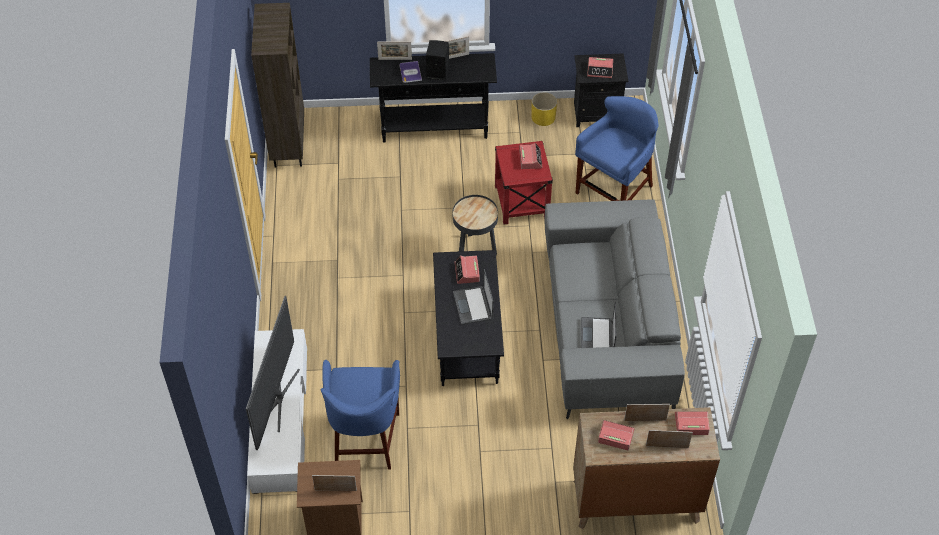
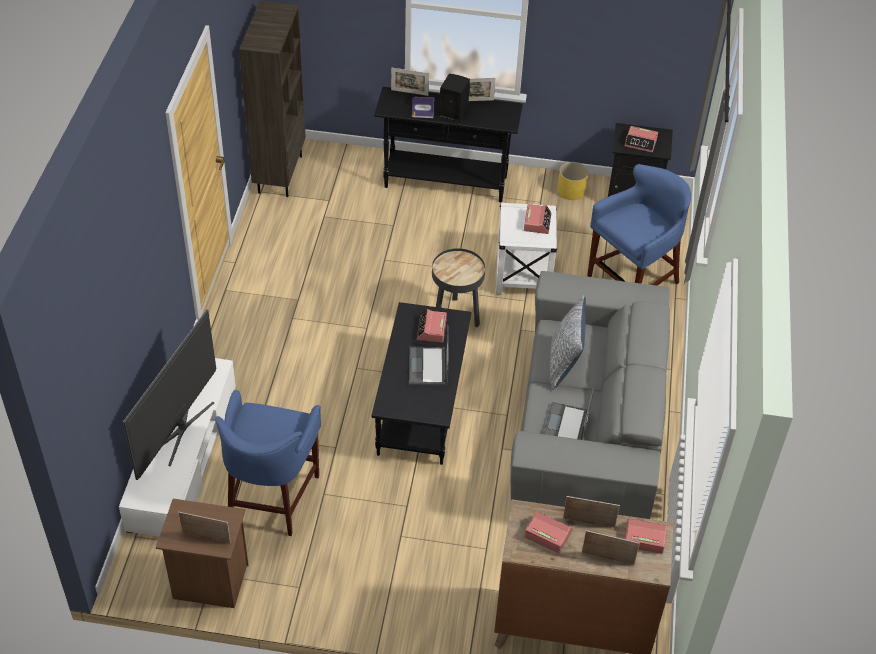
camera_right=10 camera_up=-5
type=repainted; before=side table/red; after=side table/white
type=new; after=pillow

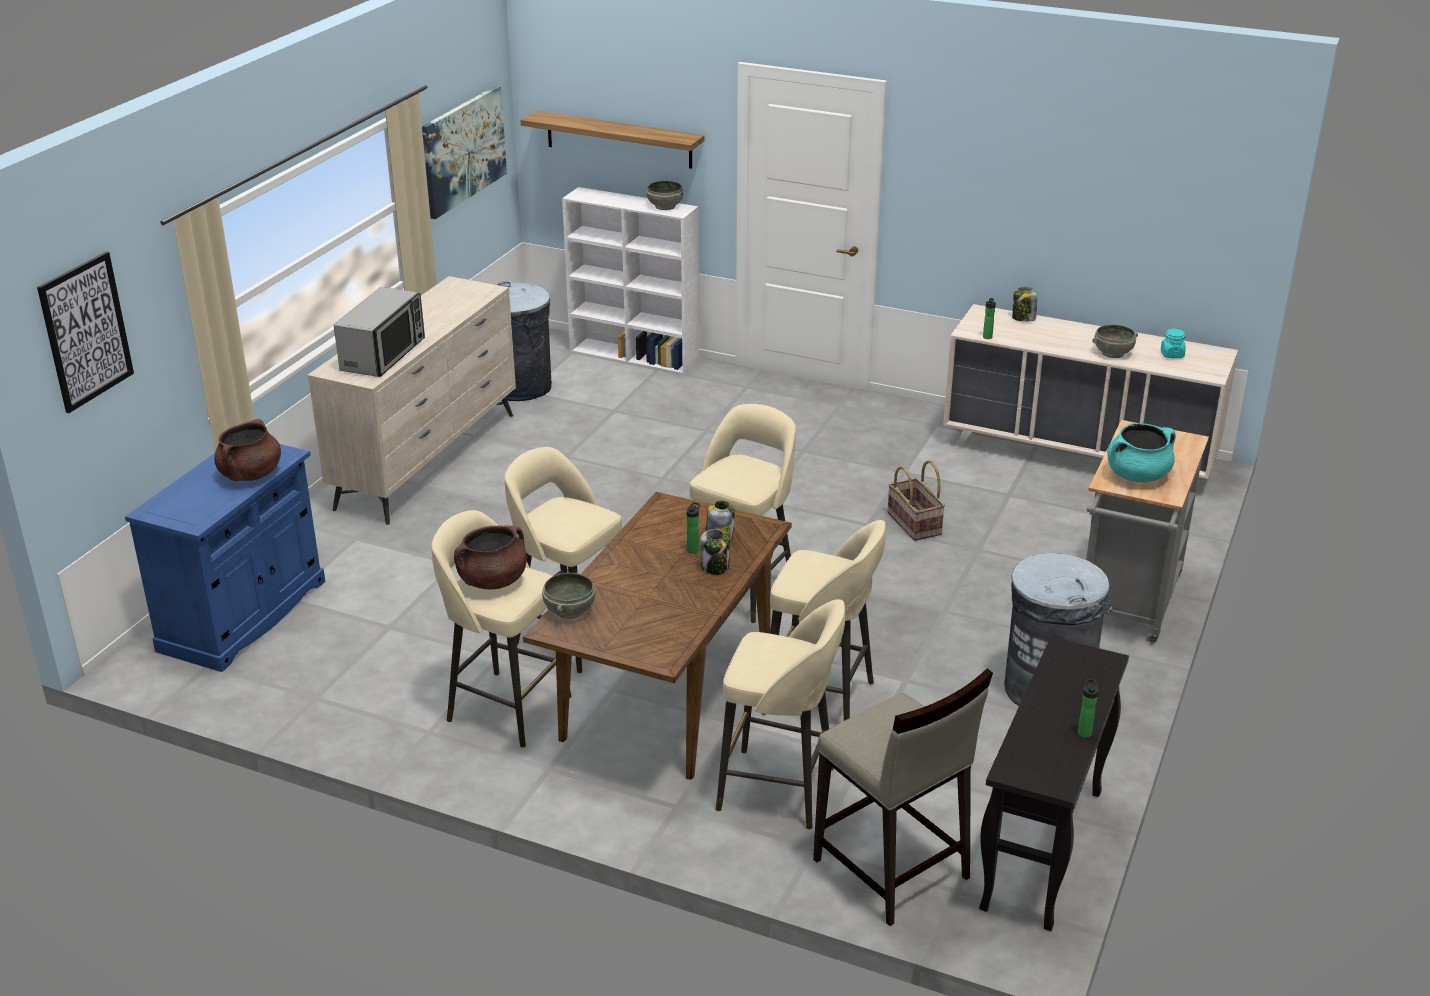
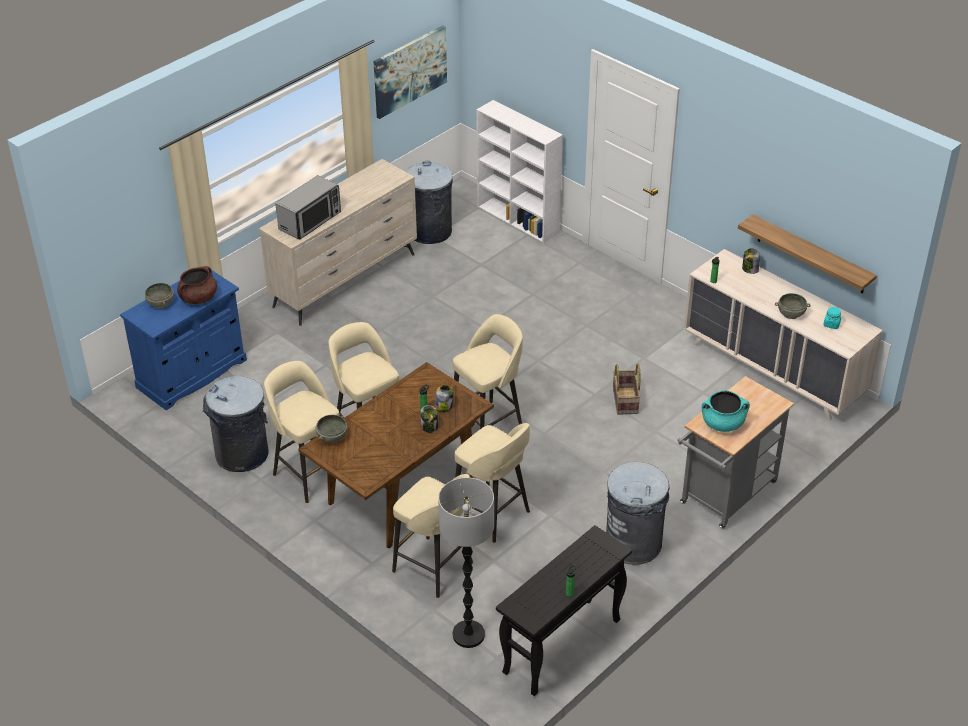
camera_right=20 camera_up=10
type=shifted; before=shelf
type=shifted; before=bowl/grey (no. 2 from left in the first image); after=bowl/grey (no. 1 from left)
type=gone; before=picture (no. 1 from left)
type=gone; before=cooking pot/brown (no. 2 from left)
type=swapped; before=stool/beige (no. 6 from left); after=floor lamp
type=new; after=trash can/grey (no. 1 from left)

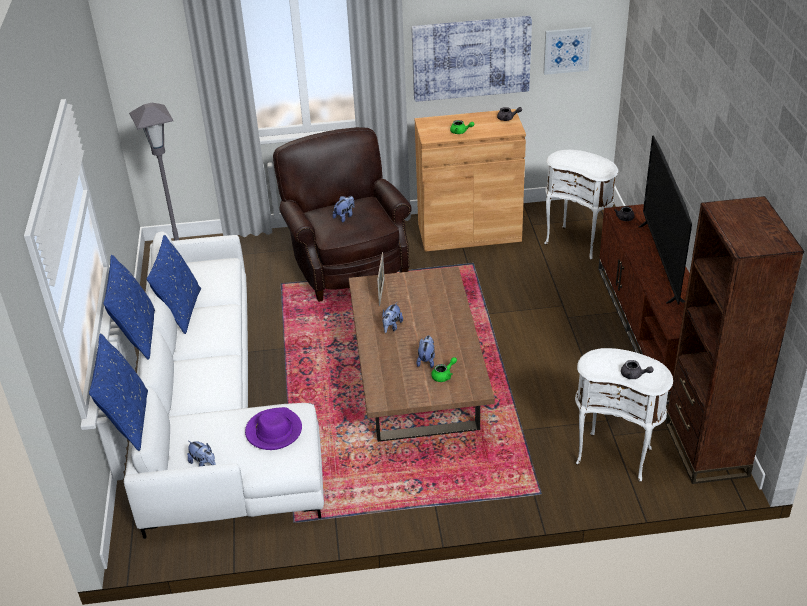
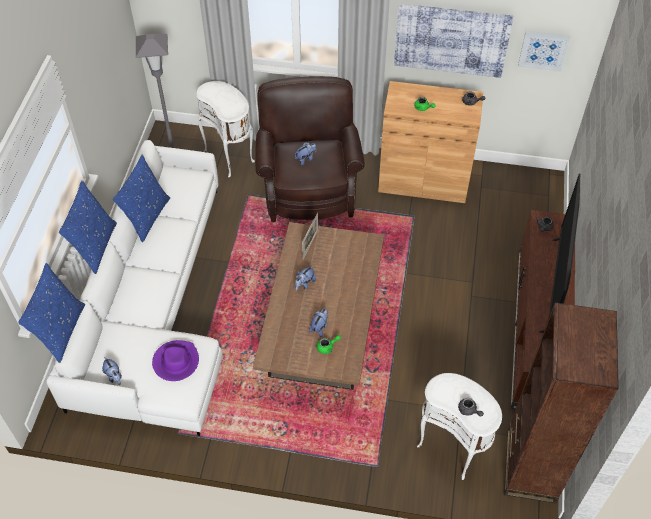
camera_right=15 camera_up=15
type=shifted; before=side table/white (no. 1 from left)

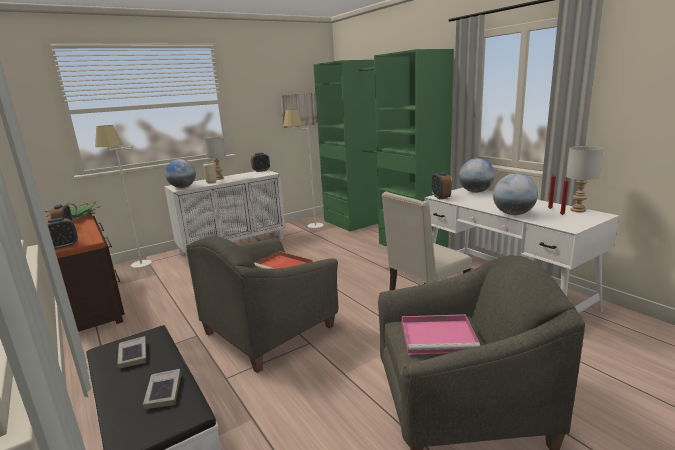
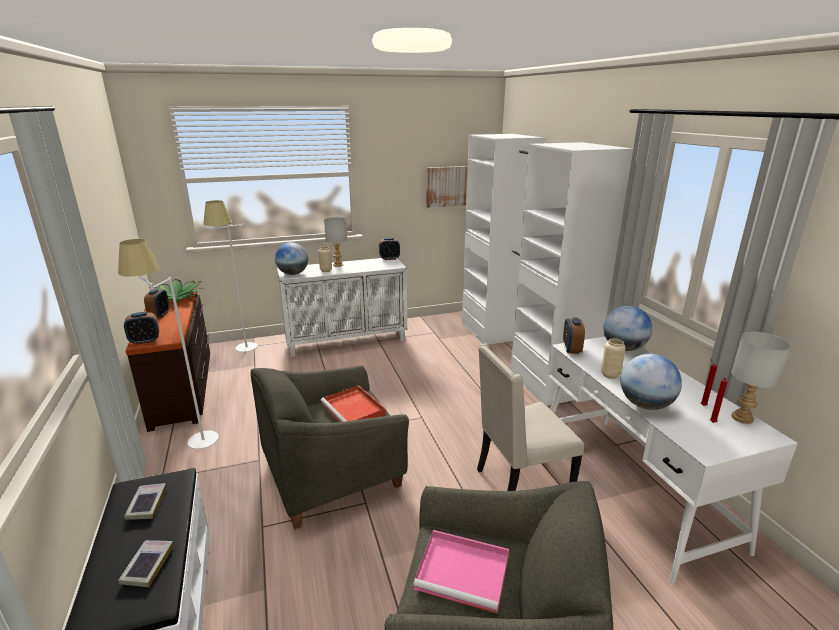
camera_right=15 camera_up=5
type=repainted; before=wardrobe/green; after=wardrobe/white
type=shifted; before=floor lamp/white (no. 2 from left in the first image); after=floor lamp/white (no. 1 from left)
type=new; after=vase/beige (no. 2 from left)

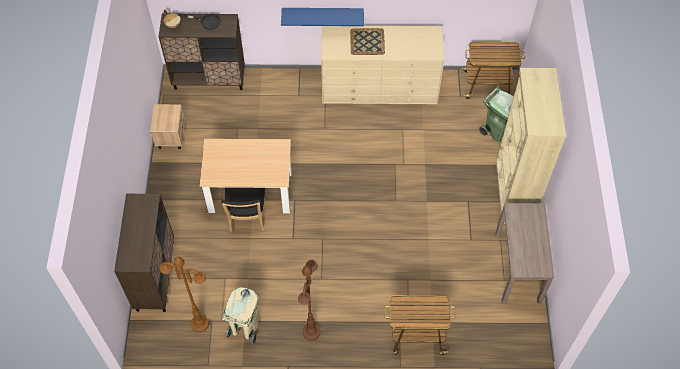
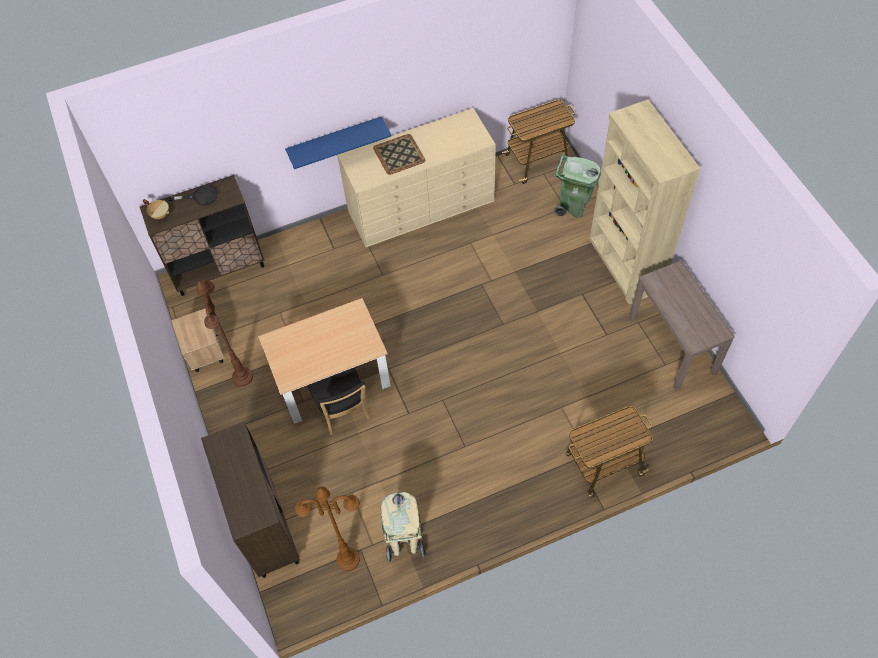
camera_right=-20 camera_up=0
type=shifted; before=floor lamp/brown (no. 2 from left in the first image); after=floor lamp/brown (no. 1 from left)

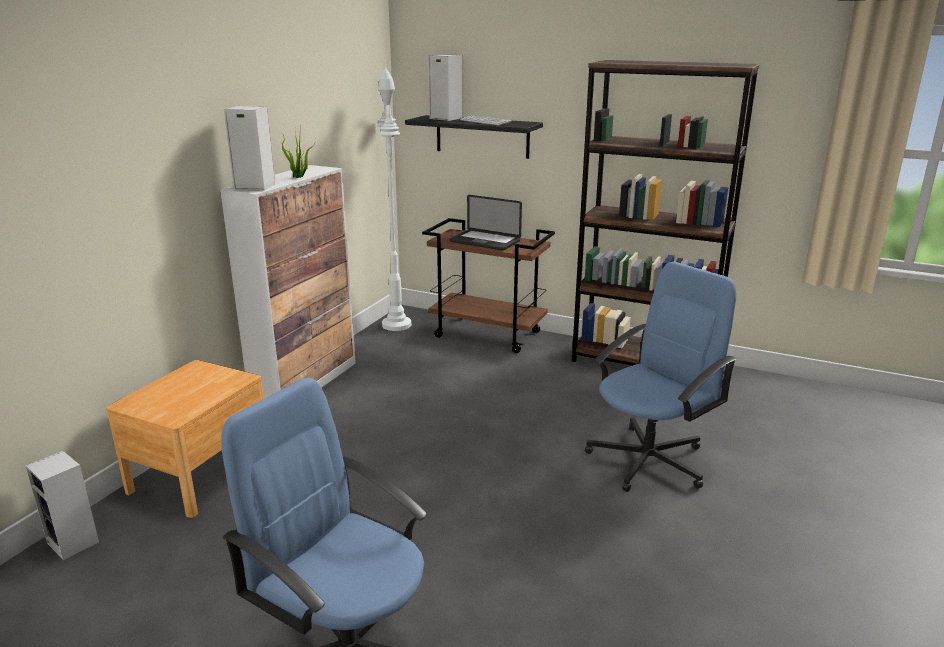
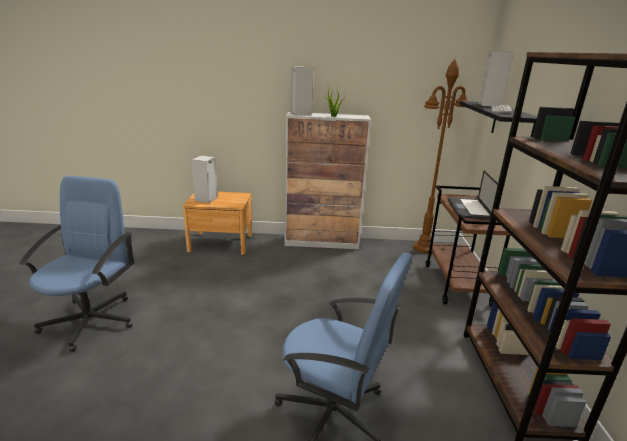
camera_right=65 camera_up=0
type=repainted; before=floor lamp/white; after=floor lamp/brown
type=shifted; before=speaker (no. 1 from left)

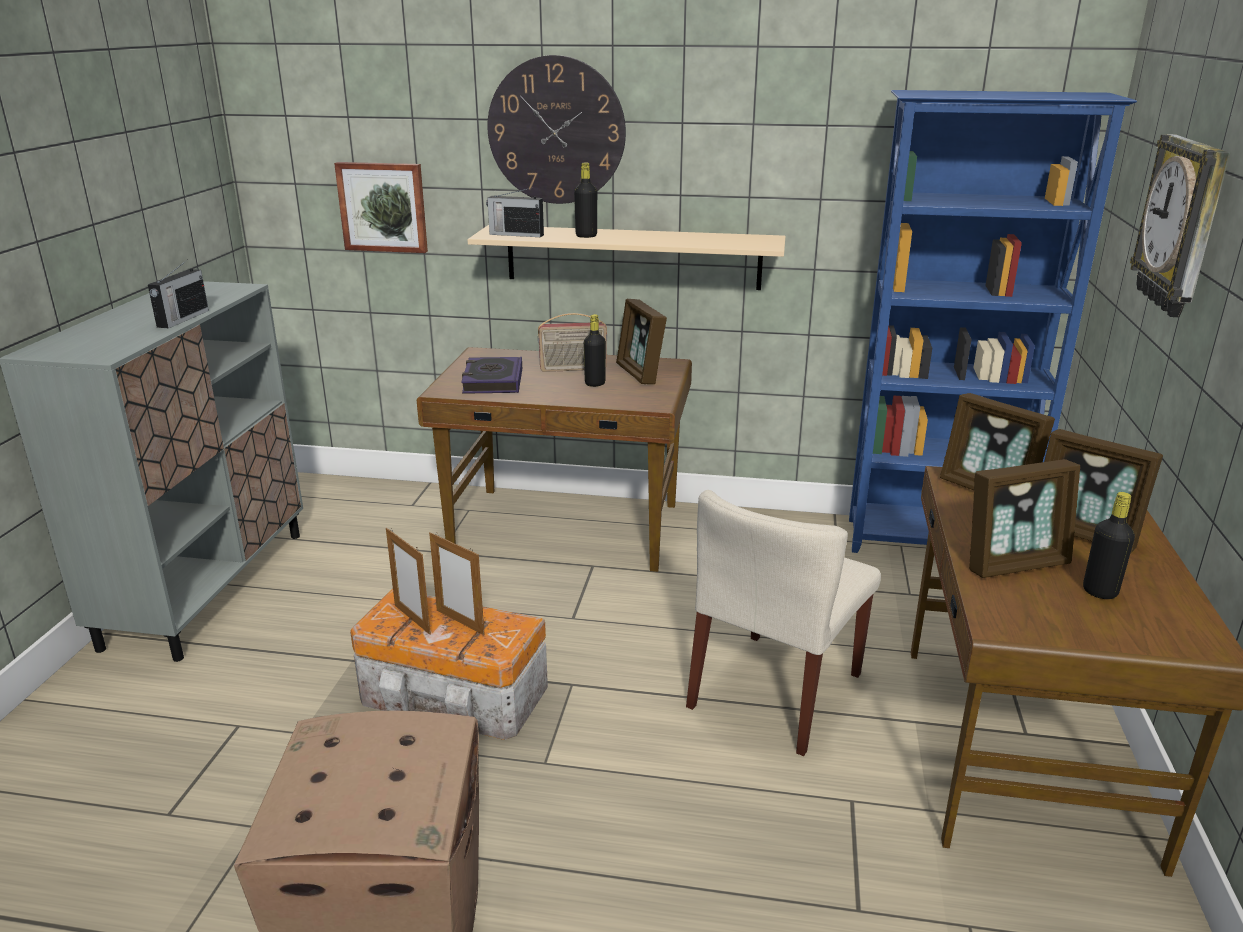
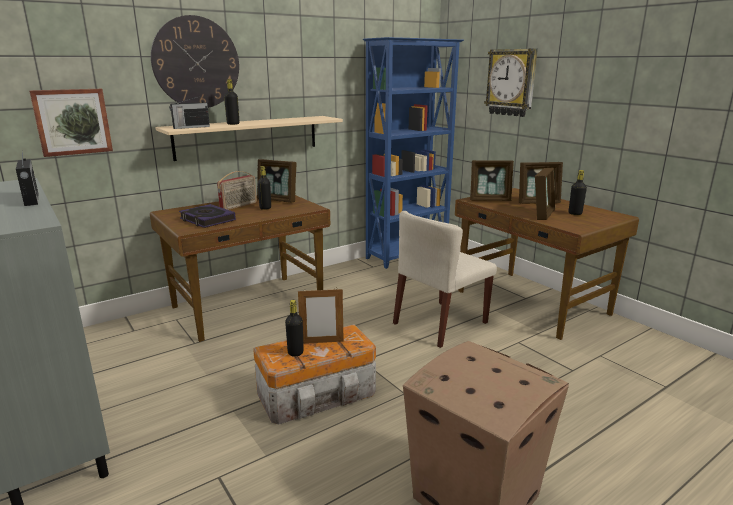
camera_right=-45 camera_up=-5
type=rotated; before=chair/beige; turn=60
type=swapped; before=picture frame (no. 1 from left); after=bottle/black (no. 3 from left)

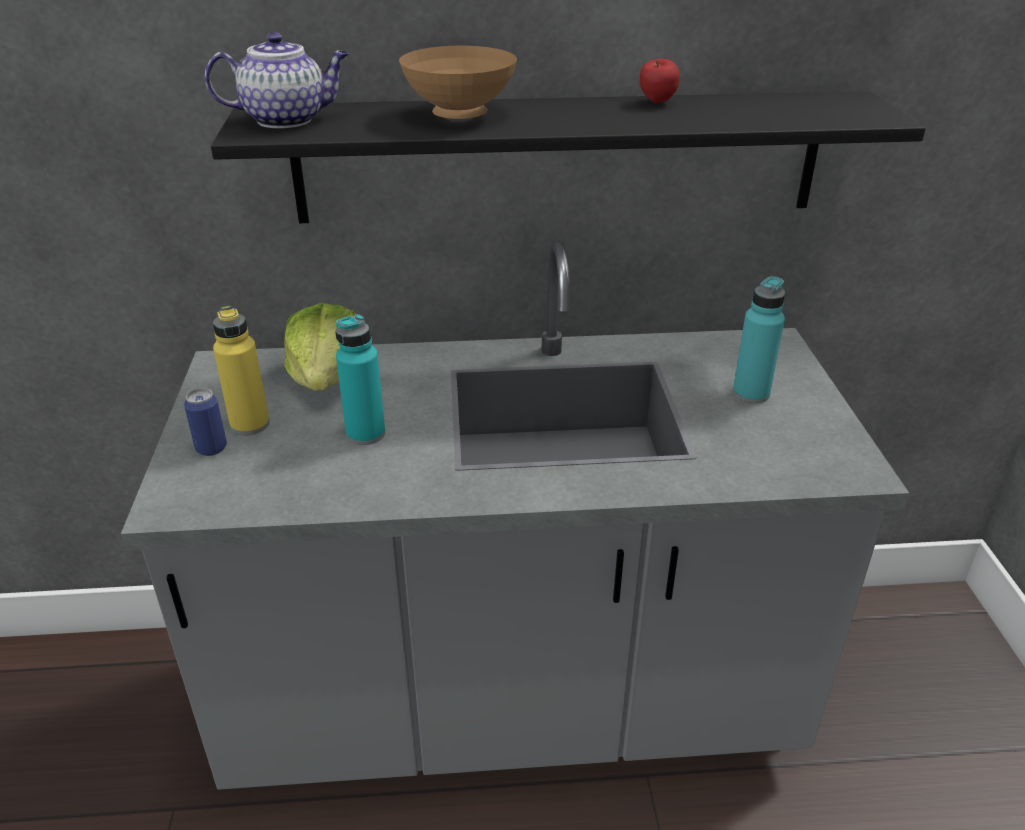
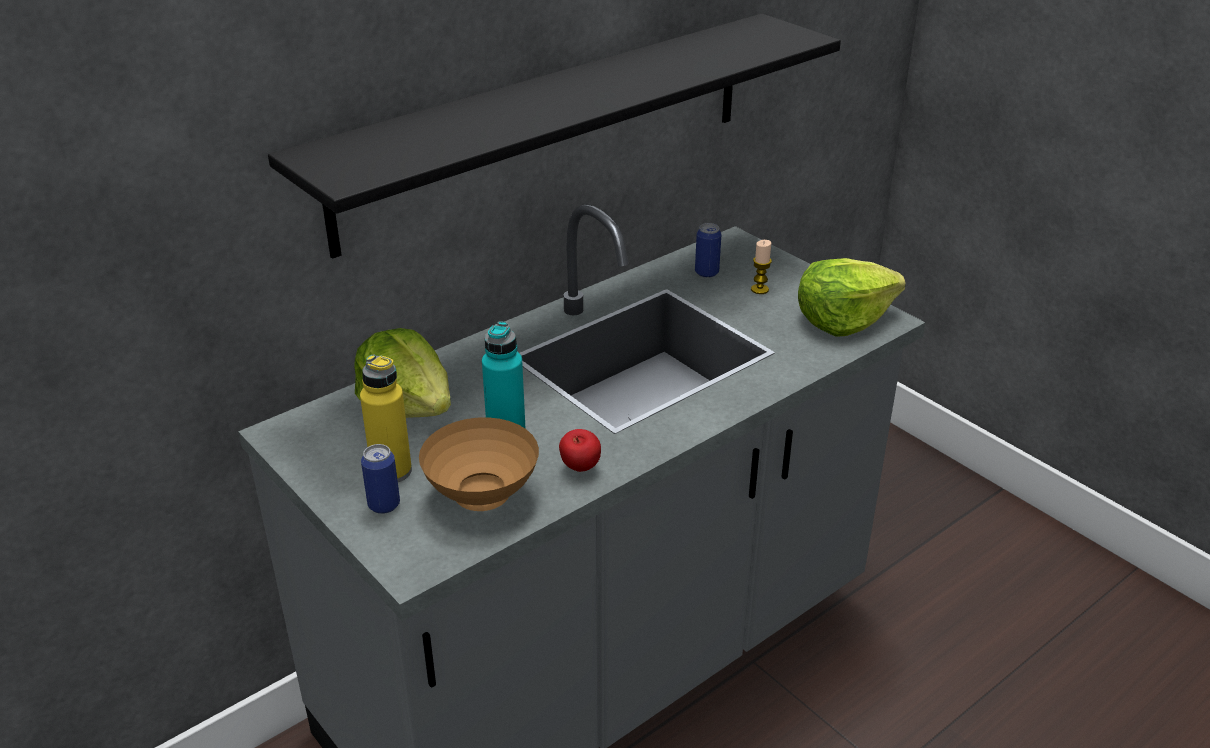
camera_right=-35 camera_up=0
type=gone; before=teapot
type=shifted; before=bowl/brown
type=shifted; before=apple
type=swapped; before=bottle/turquoise (no. 2 from left); after=candle
type=new; after=can (no. 2 from left)
type=new; after=lettuce (no. 2 from left)

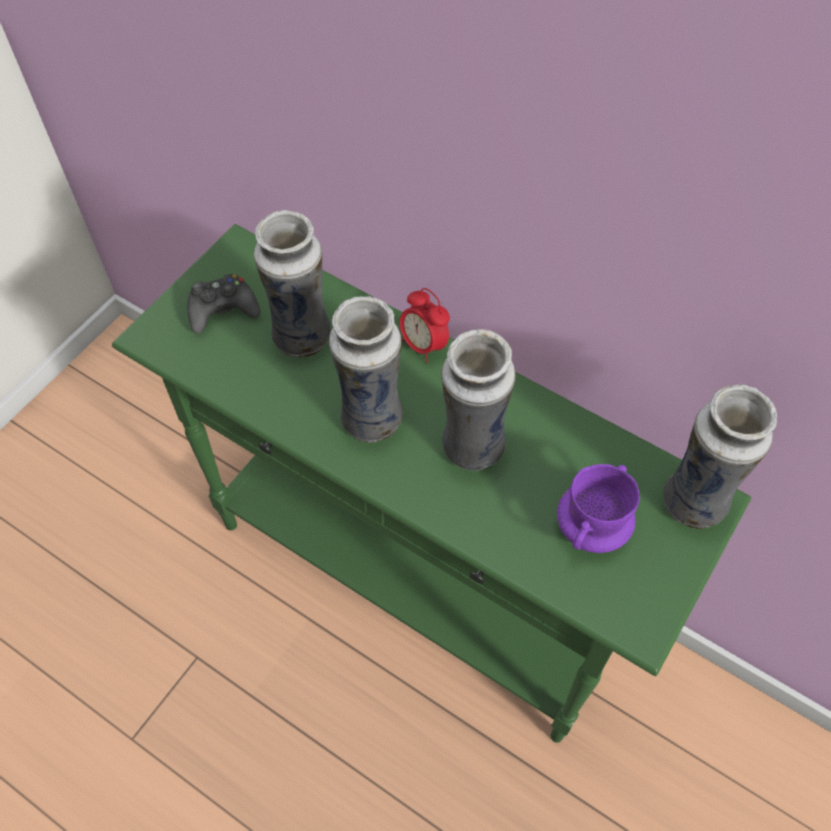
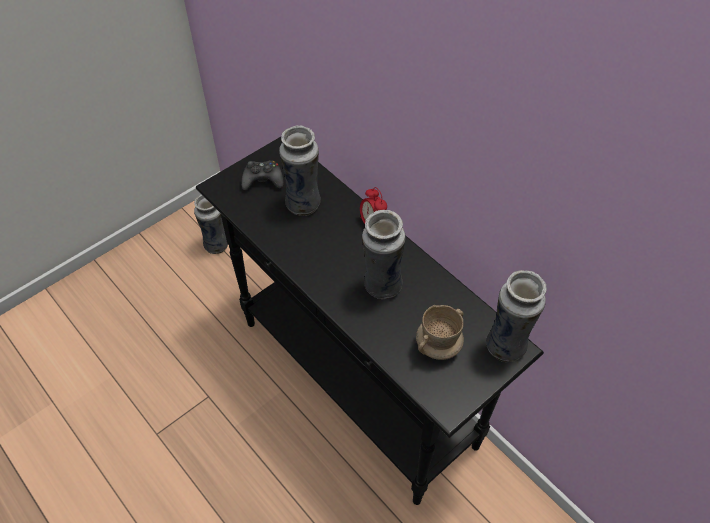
camera_right=15 camera_up=-5
type=repainted; before=console table/green; after=console table/black
type=shifted; before=vase (no. 2 from left in the first image); after=vase (no. 1 from left)
type=repainted; before=mug/purple; after=mug/beige

